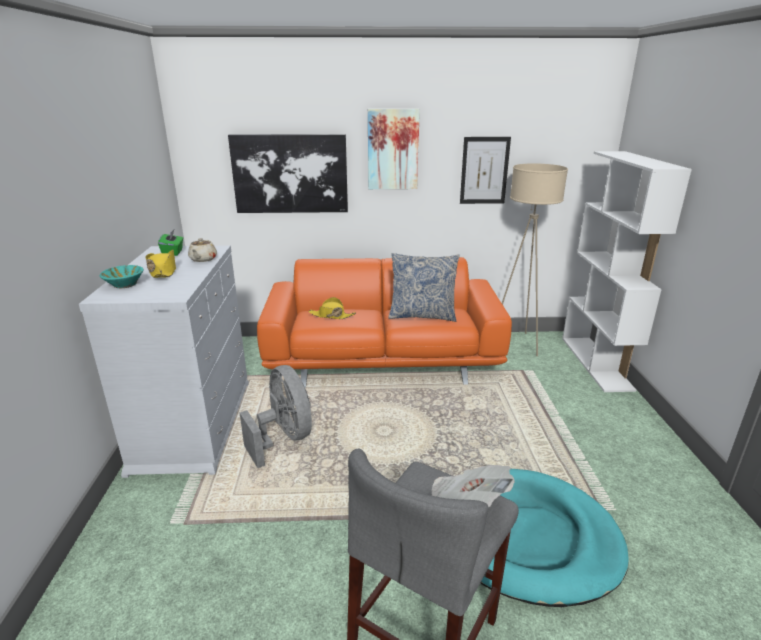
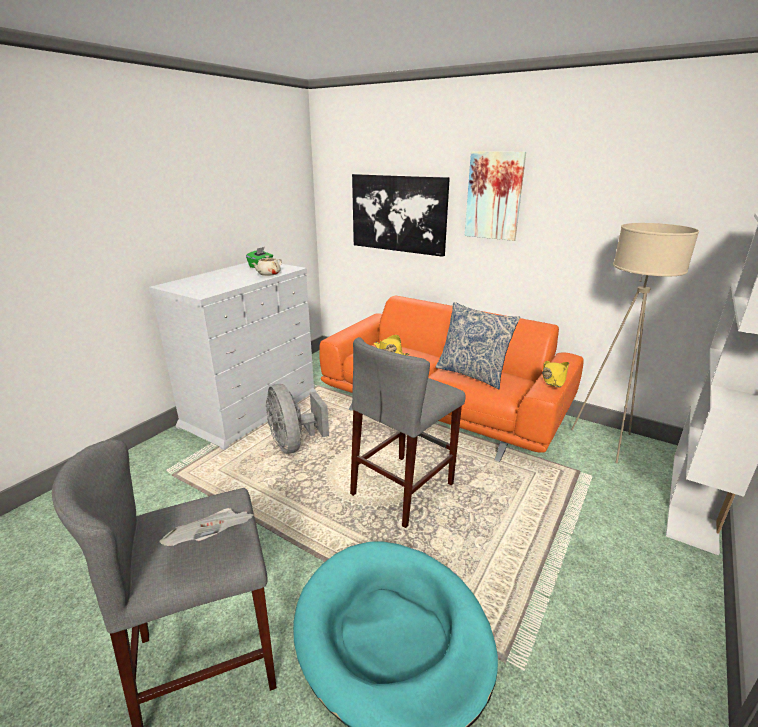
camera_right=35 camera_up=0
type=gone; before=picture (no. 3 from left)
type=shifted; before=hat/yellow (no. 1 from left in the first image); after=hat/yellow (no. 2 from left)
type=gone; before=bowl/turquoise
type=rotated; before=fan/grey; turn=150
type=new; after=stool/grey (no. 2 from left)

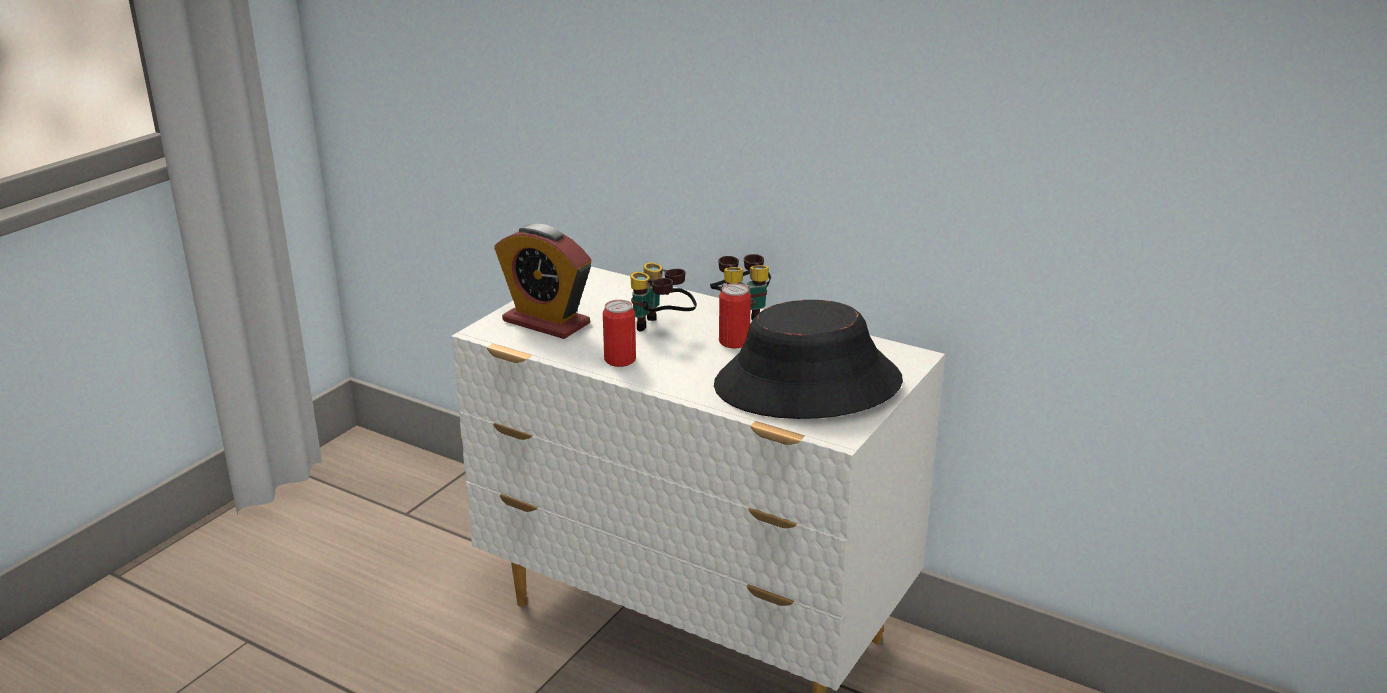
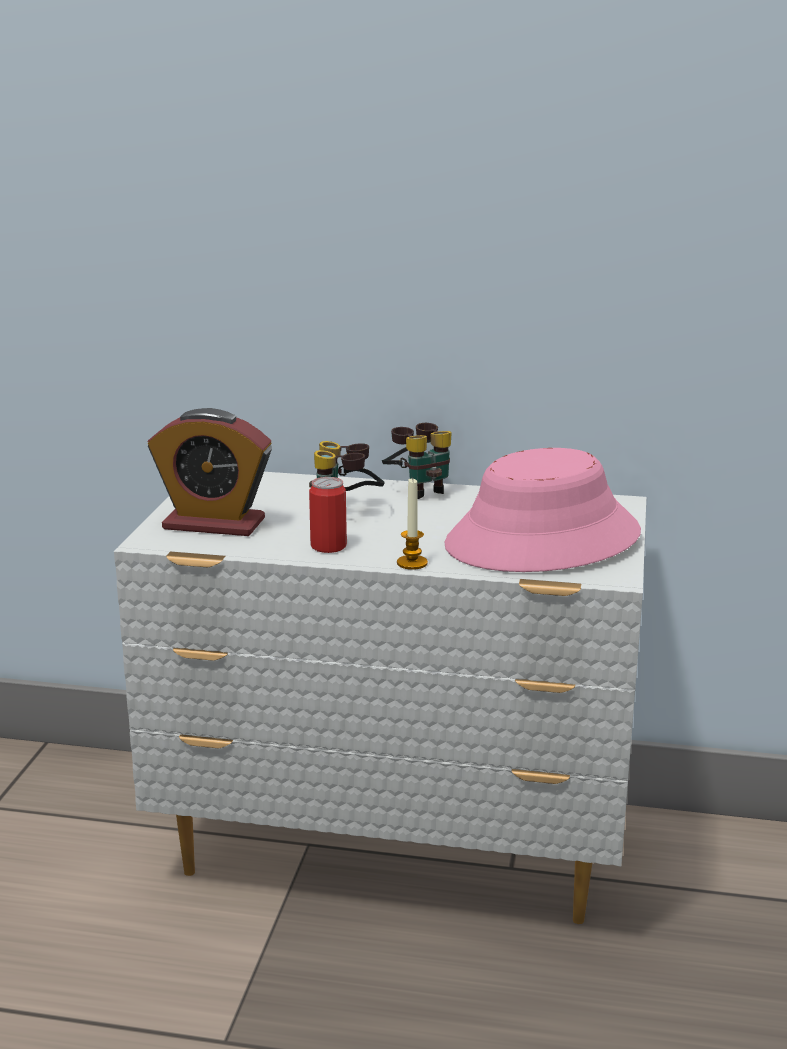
camera_right=-20 camera_up=-5
type=gone; before=can (no. 2 from left)
type=repainted; before=hat/black; after=hat/pink
type=new; after=candle

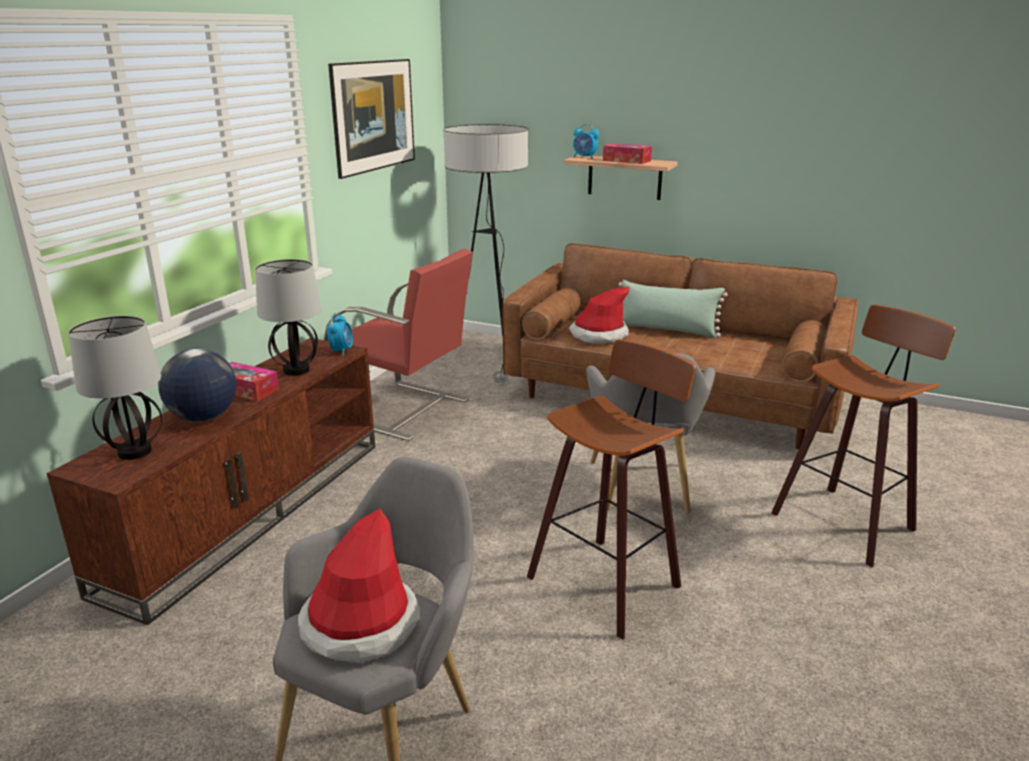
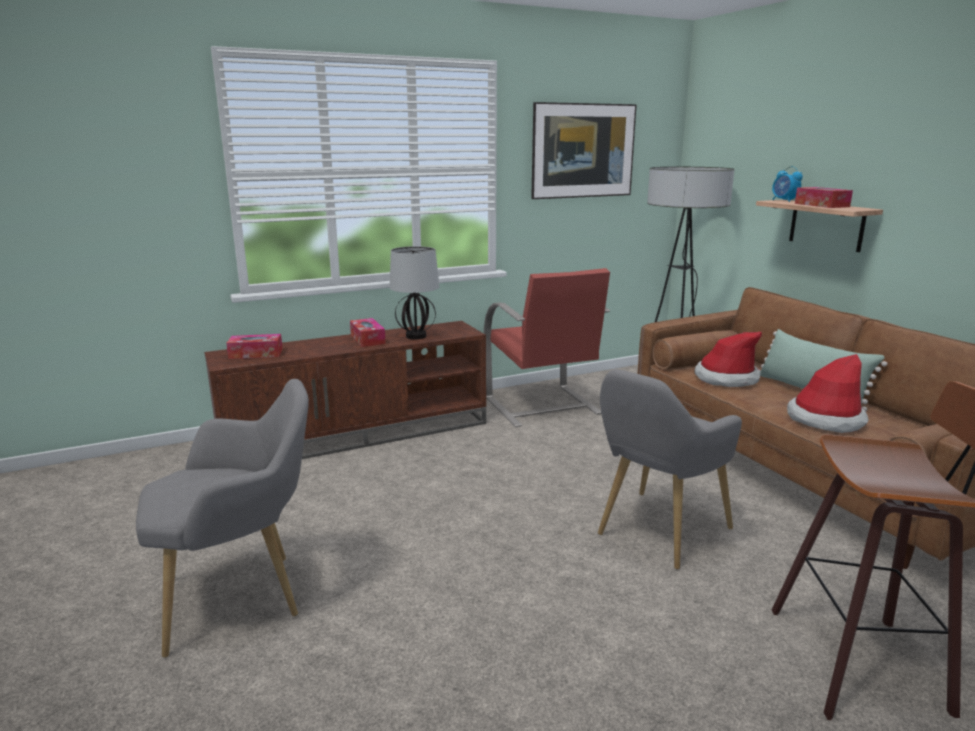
camera_right=40 camera_up=-5
type=gone; before=alarm clock (no. 1 from left)
type=swapped; before=table lamp (no. 1 from left); after=tissue box (no. 1 from left)
type=gone; before=stool (no. 1 from left)
type=gone; before=globe
type=shifted; before=hat (no. 1 from left in the first image); after=hat (no. 2 from left)

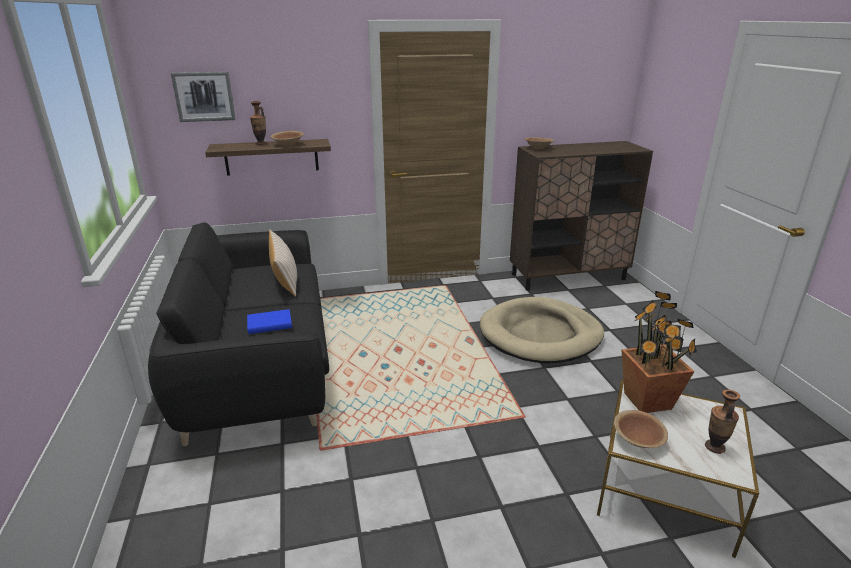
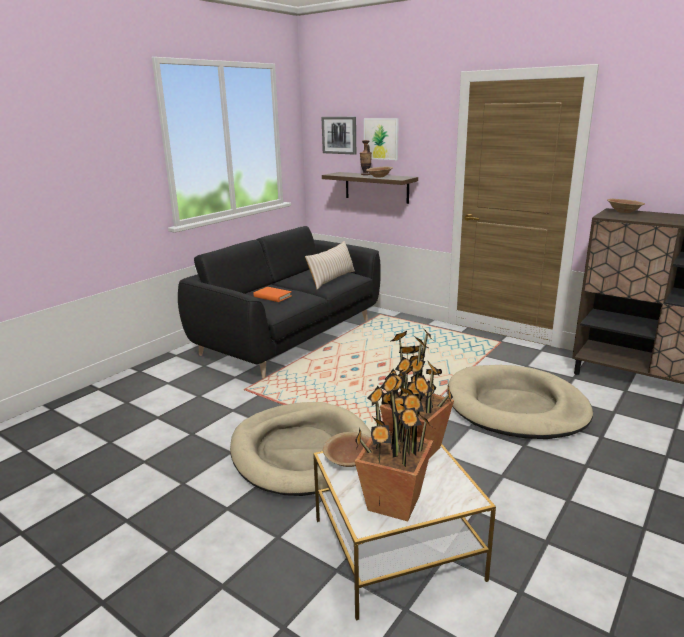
camera_right=50 camera_up=-5
type=repainted; before=book/blue; after=book/orange
type=swapped; before=vase (no. 2 from left); after=potted plant (no. 1 from left)
type=new; after=picture (no. 2 from left)
type=new; after=dog bed/beige (no. 1 from left)

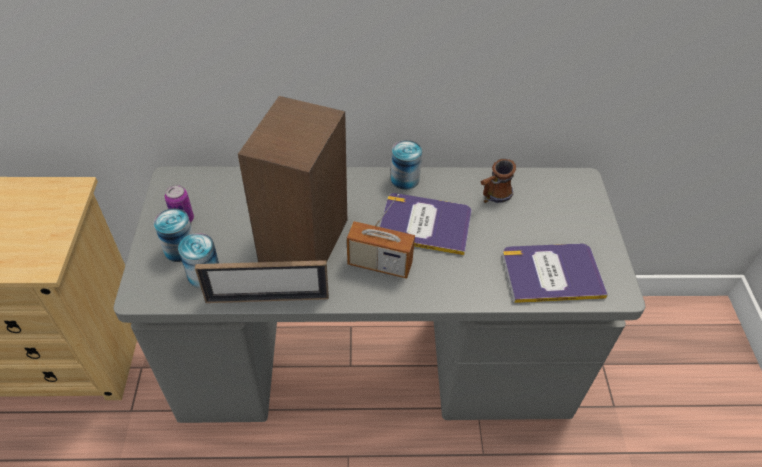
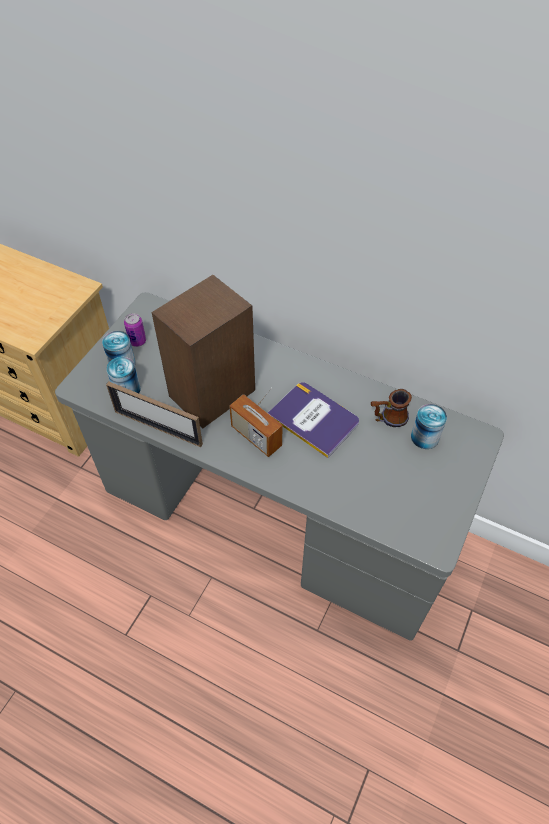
camera_right=30 camera_up=5
type=shifted; before=can (no. 4 from left)
type=gone; before=book (no. 2 from left)

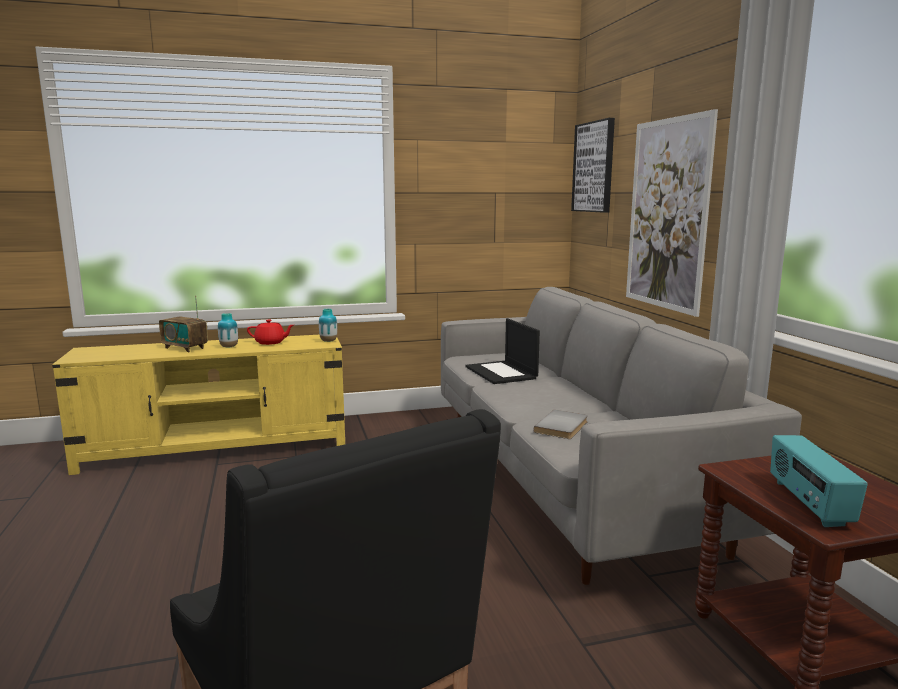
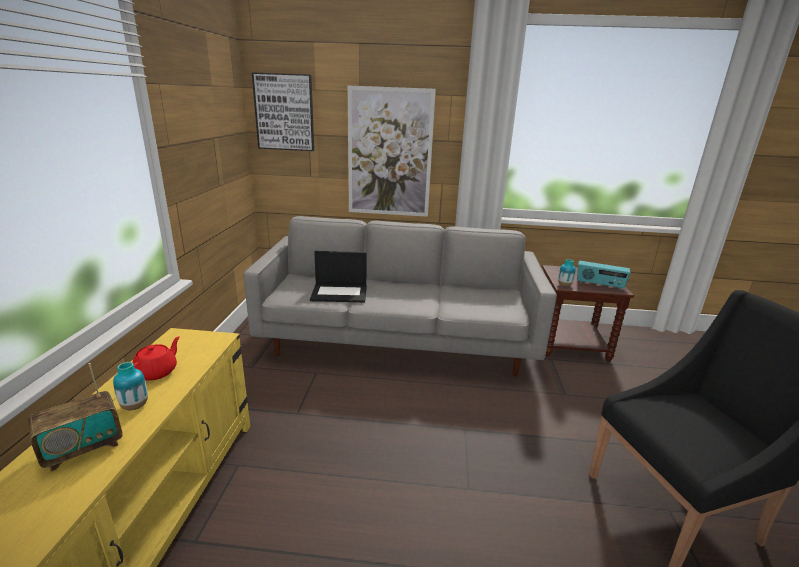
camera_right=-70 camera_up=10
type=shifted; before=vase (no. 2 from left)
type=gone; before=book/grey

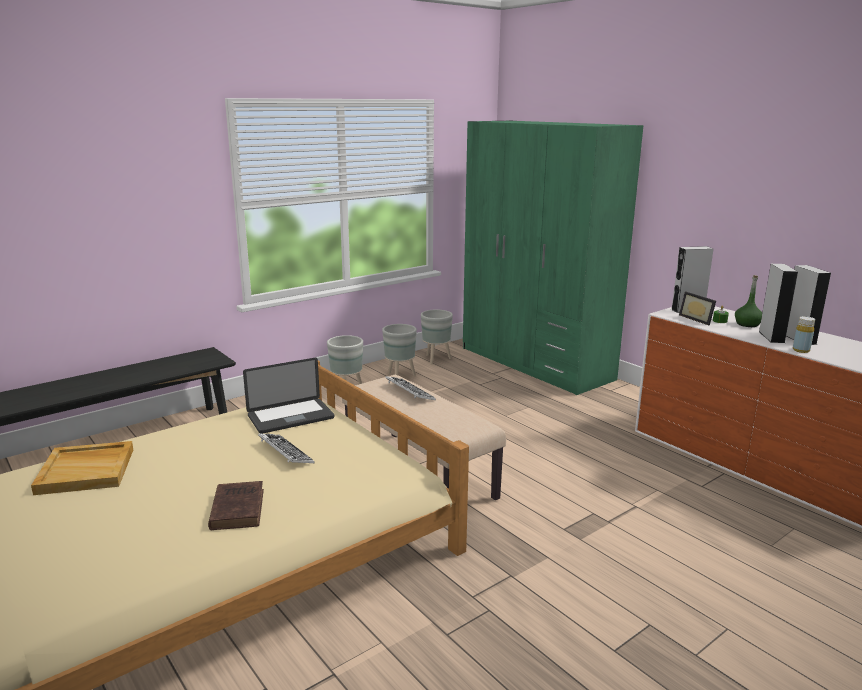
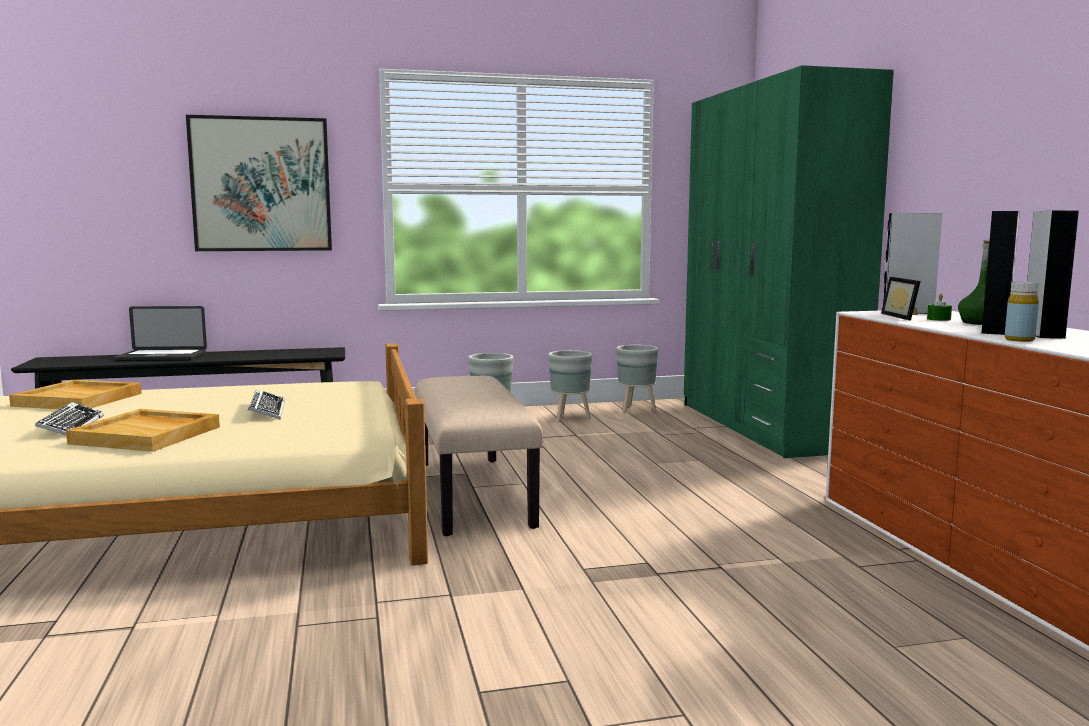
camera_right=25 camera_up=-10
type=shifted; before=laptop
type=shifted; before=keyboard (no. 2 from left in the first image); after=keyboard (no. 1 from left)
type=swapped; before=book/brown; after=tray/beige (no. 2 from left)
type=new; after=picture

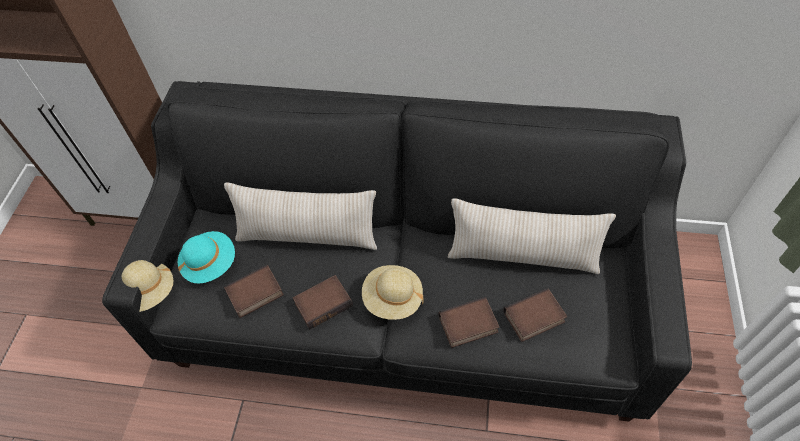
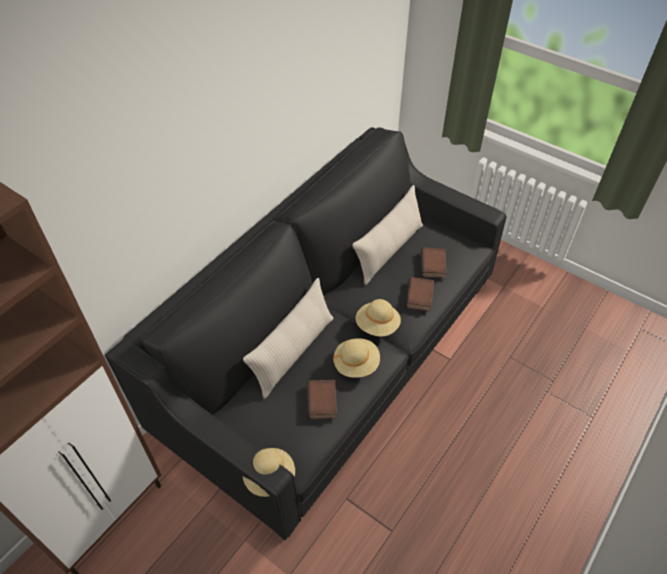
camera_right=-65 camera_up=-5
type=gone; before=hat/turquoise
type=swapped; before=book (no. 2 from left); after=hat/beige (no. 2 from left)

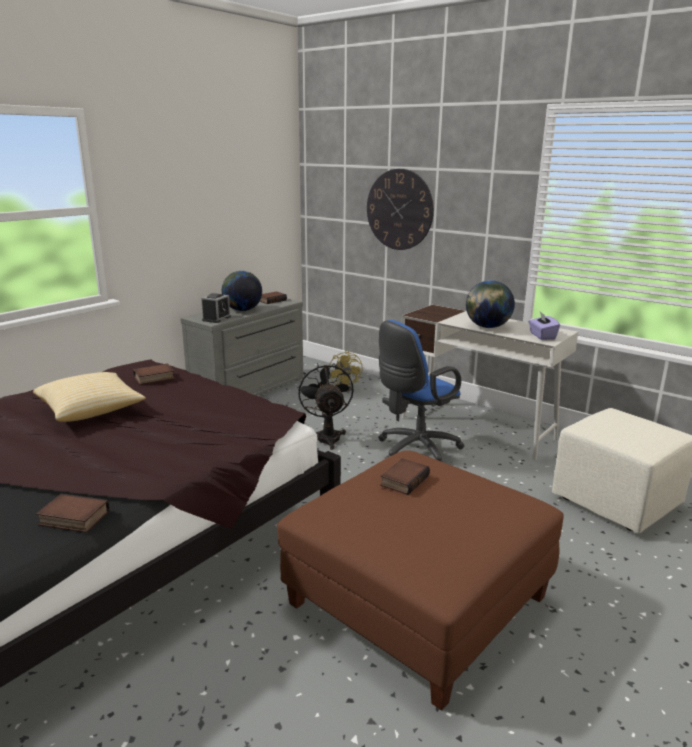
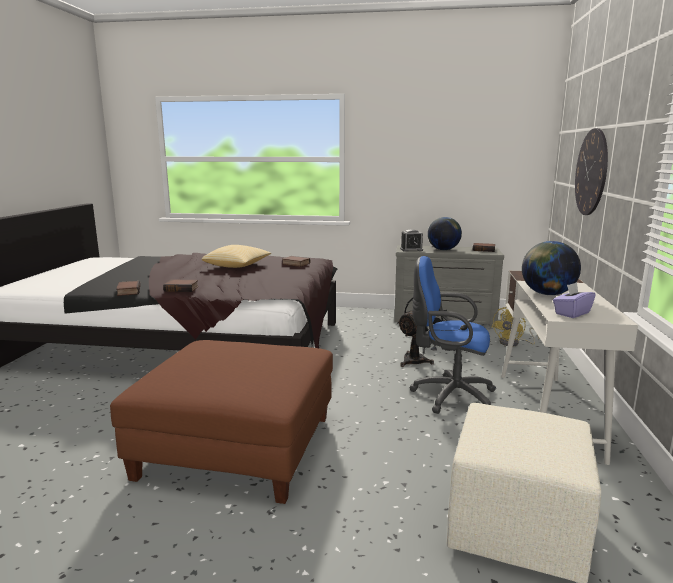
camera_right=60 camera_up=-5
type=shifted; before=book (no. 4 from left in the first image); after=book (no. 2 from left)

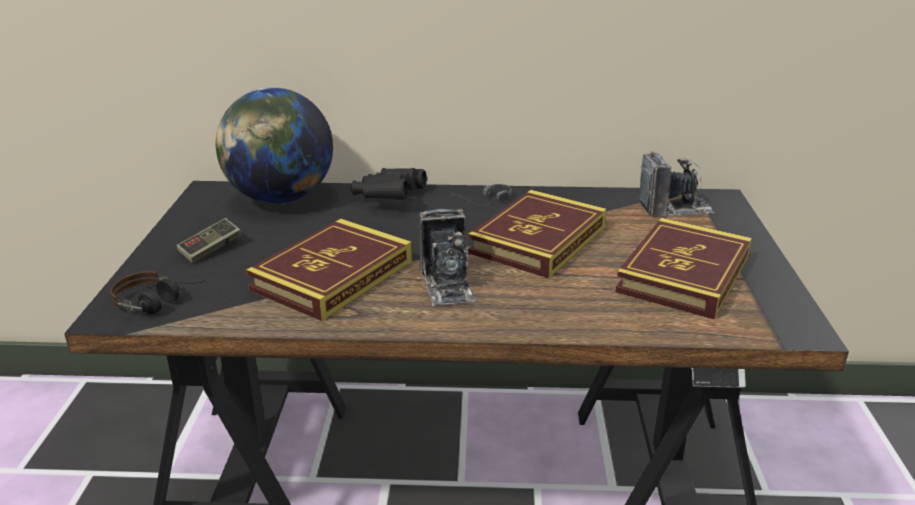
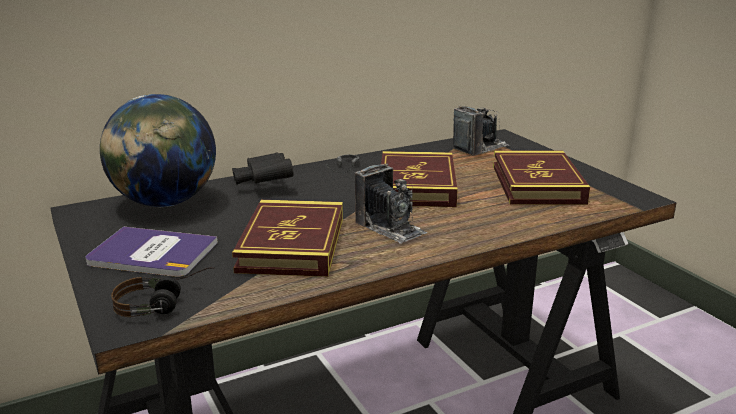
camera_right=-30 camera_up=-5
type=swapped; before=game controller; after=book (no. 1 from left)

